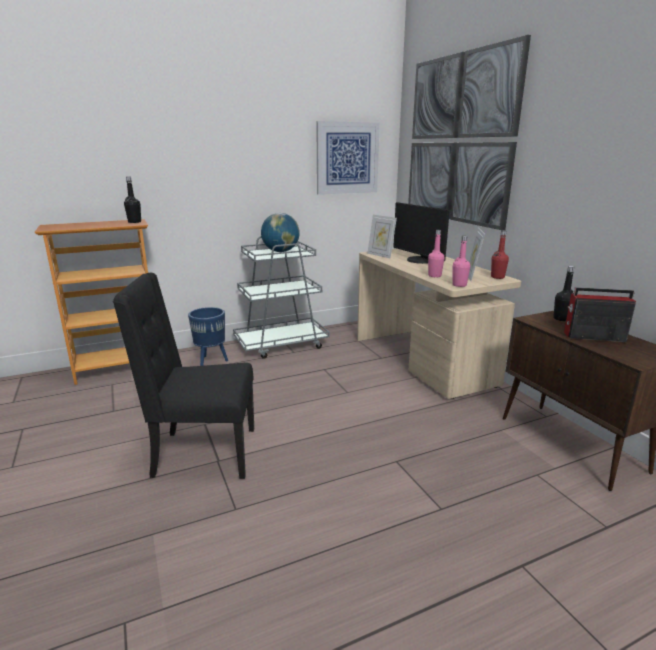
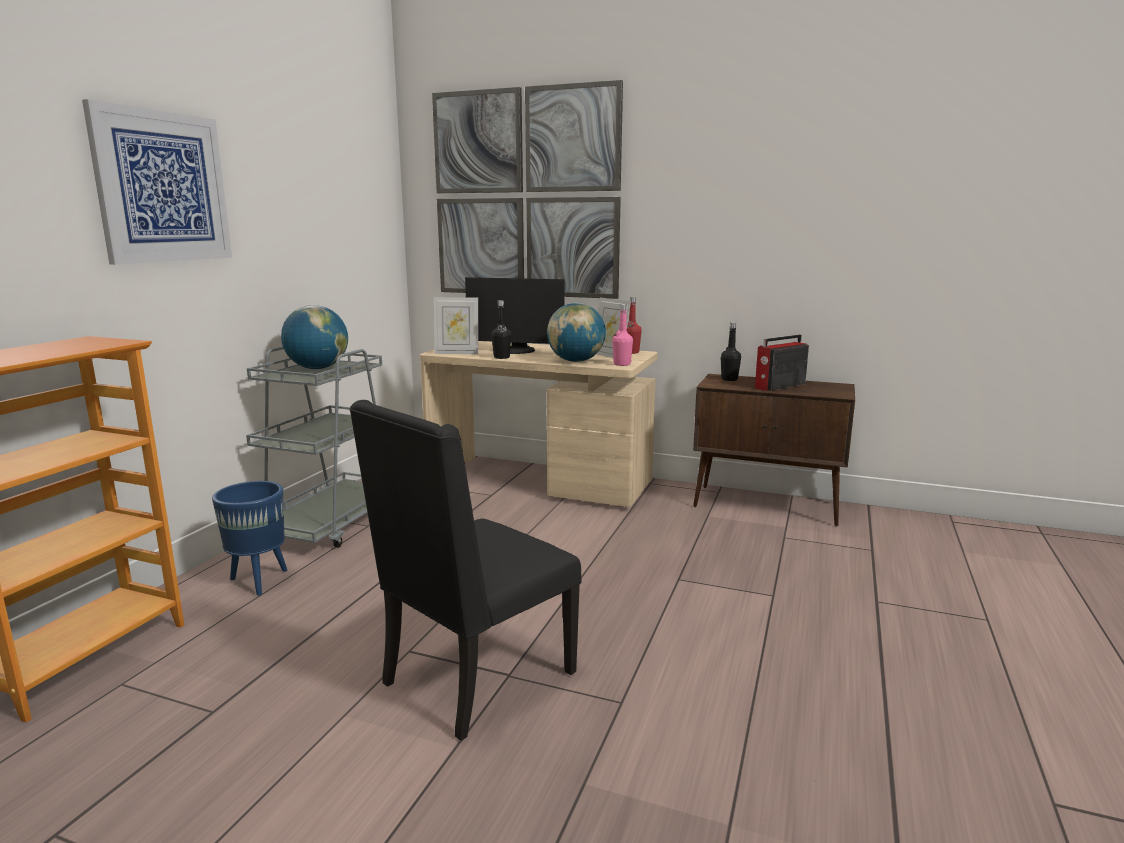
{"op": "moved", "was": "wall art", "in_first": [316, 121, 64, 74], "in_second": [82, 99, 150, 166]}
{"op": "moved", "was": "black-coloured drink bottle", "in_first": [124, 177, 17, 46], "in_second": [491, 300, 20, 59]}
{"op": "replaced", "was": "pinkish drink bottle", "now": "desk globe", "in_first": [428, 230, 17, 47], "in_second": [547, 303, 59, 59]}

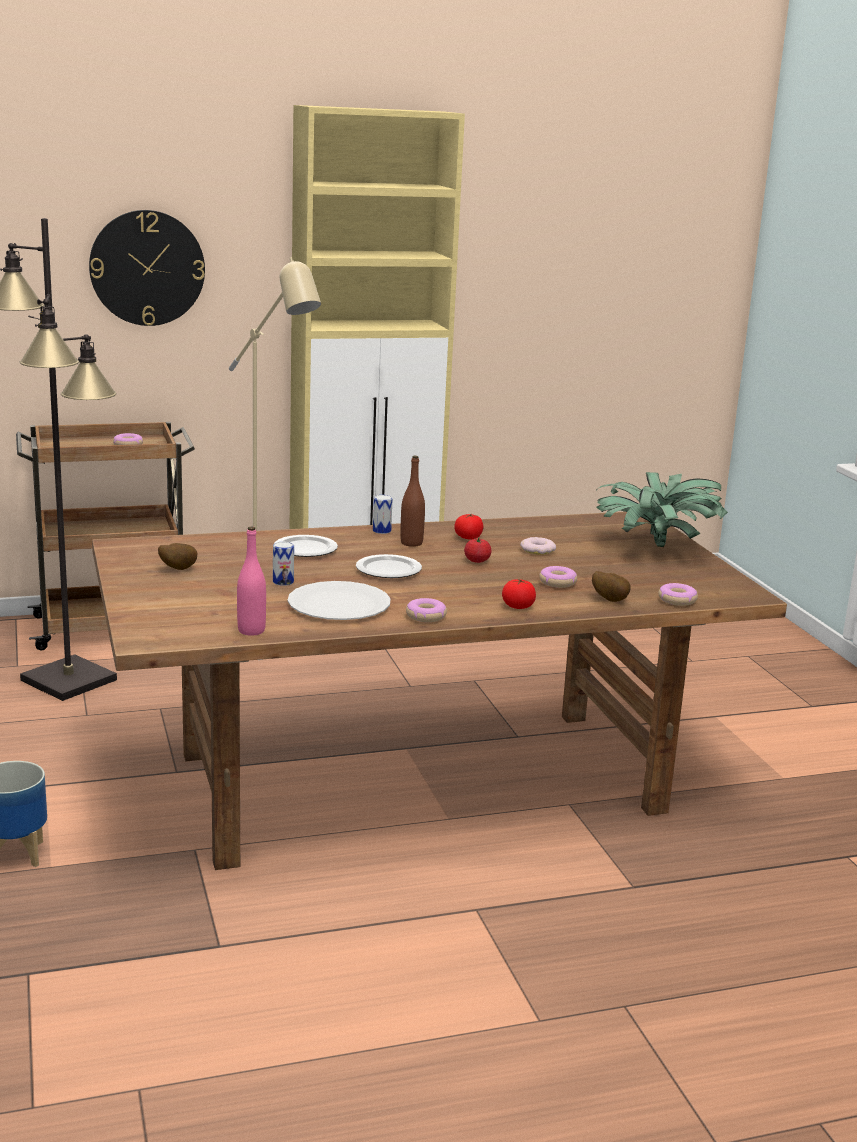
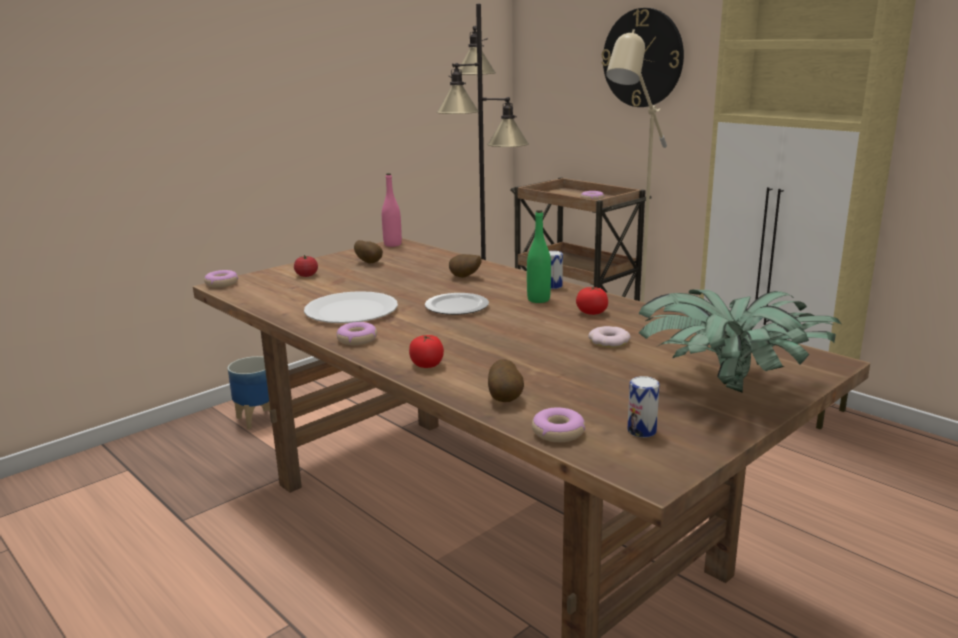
{"op": "recoloured", "was": "brownish drink bottle", "now": "greenish drink bottle", "in_first": [400, 455, 25, 92], "in_second": [527, 210, 24, 93]}
{"op": "moved", "was": "pinkish drink bottle", "in_first": [237, 526, 29, 110], "in_second": [382, 173, 20, 74]}
{"op": "replaced", "was": "dinner plate", "now": "whole potato", "in_first": [274, 535, 64, 22], "in_second": [449, 254, 33, 24]}
{"op": "moved", "was": "whole tomato", "in_first": [464, 538, 28, 25], "in_second": [294, 255, 24, 22]}
{"op": "moved", "was": "can", "in_first": [273, 542, 21, 44], "in_second": [627, 376, 33, 62]}
{"op": "moved", "was": "ring doughnut", "in_first": [539, 566, 38, 22], "in_second": [204, 270, 34, 18]}

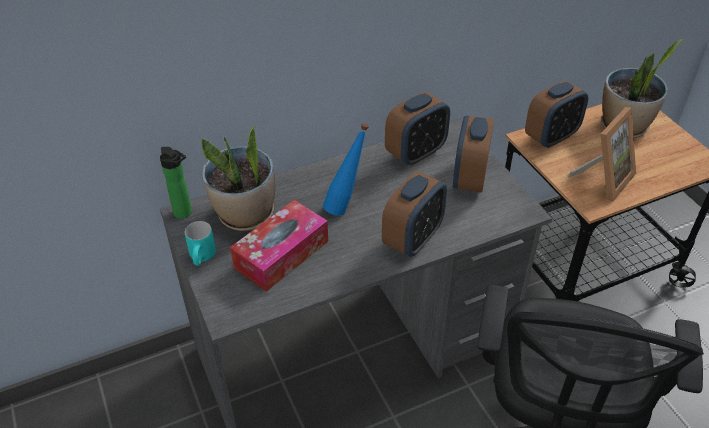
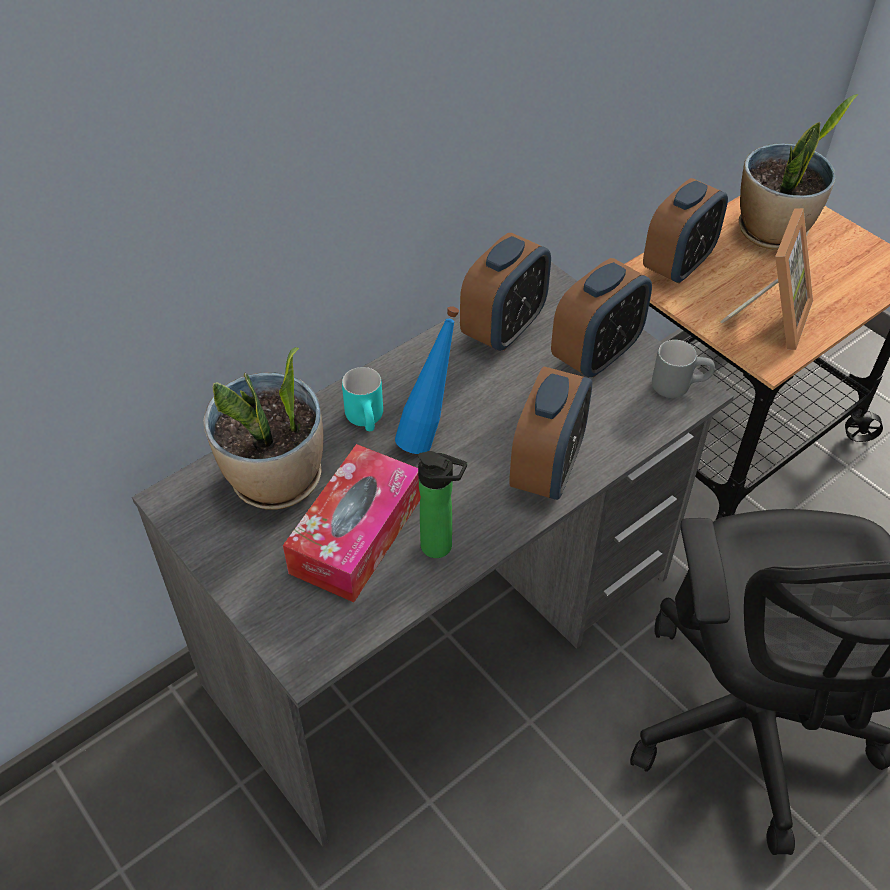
{"op": "turned", "was": "bedside clock", "in_first": [453, 116, 41, 76], "in_second": [551, 258, 101, 120], "clockwise": -135}
{"op": "moved", "was": "drink bottle", "in_first": [160, 147, 32, 72], "in_second": [418, 451, 49, 107]}
{"op": "moved", "was": "turquoise-coloured coffee mug", "in_first": [185, 221, 31, 45], "in_second": [342, 367, 41, 64]}
{"op": "added", "now": "greyish coffee mug", "in_second": [652, 340, 63, 58]}

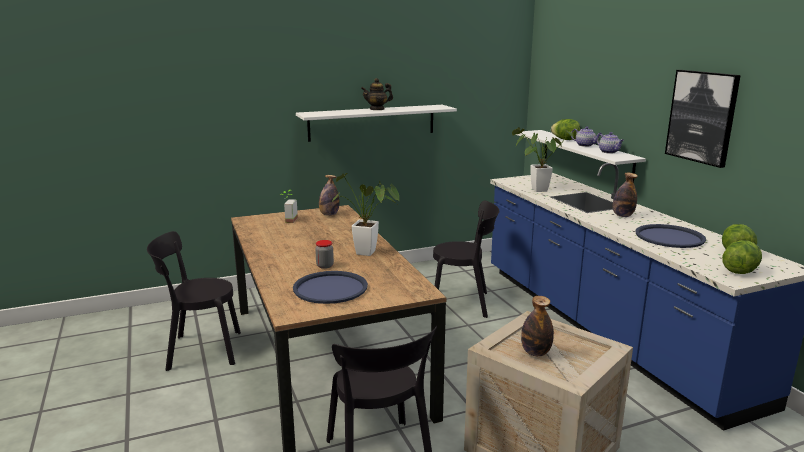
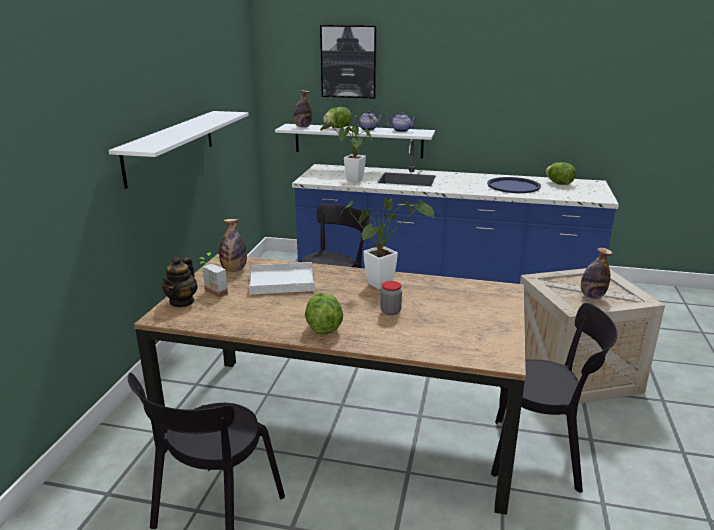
{"op": "moved", "was": "wall art", "in_first": [665, 70, 76, 98], "in_second": [320, 25, 57, 74]}
{"op": "moved", "was": "tea pot", "in_first": [361, 78, 32, 32], "in_second": [162, 257, 36, 50]}
{"op": "moved", "was": "drink bottle", "in_first": [613, 173, 25, 44], "in_second": [294, 90, 18, 38]}
{"op": "moved", "was": "head of lettuce", "in_first": [722, 240, 40, 34], "in_second": [305, 293, 38, 41]}
{"op": "removed", "was": "blue tray", "in_first": [293, 271, 75, 33]}
{"op": "added", "now": "white tray", "in_second": [249, 262, 66, 33]}

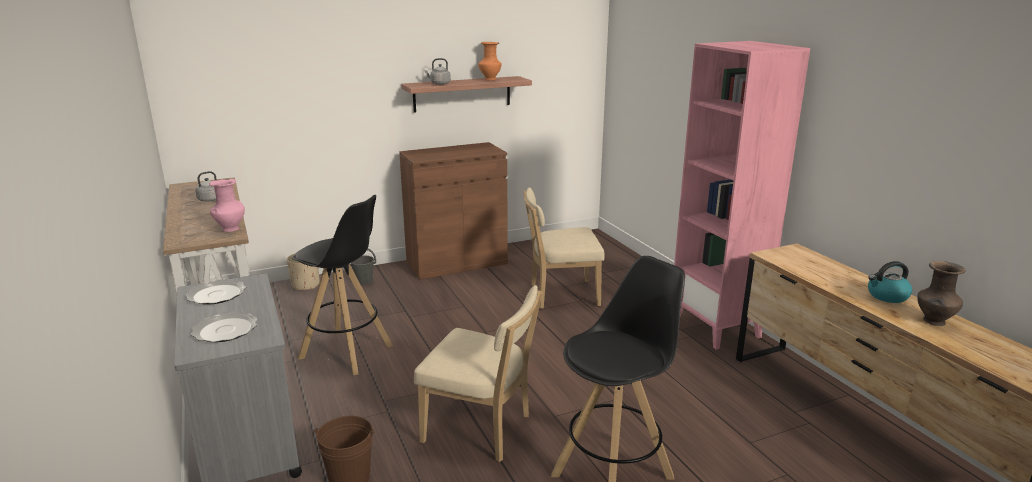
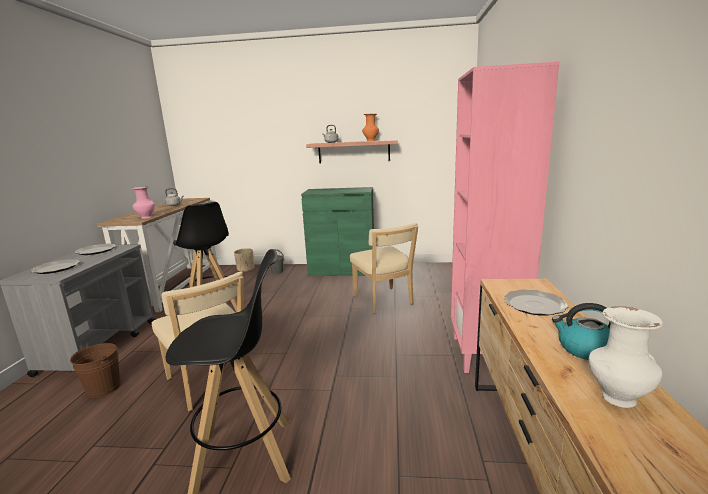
{"op": "recoloured", "was": "brownish cupboard", "now": "greenish cupboard", "in_first": [399, 142, 109, 138], "in_second": [301, 187, 73, 89]}
{"op": "turned", "was": "sand-coloured plain chair", "in_first": [523, 187, 81, 122], "in_second": [350, 223, 68, 91], "clockwise": -135}
{"op": "recoloured", "was": "brownish flower vase", "now": "white flower vase", "in_first": [917, 261, 49, 65], "in_second": [589, 306, 74, 102]}
{"op": "added", "now": "dinner plate", "in_second": [504, 289, 65, 27]}

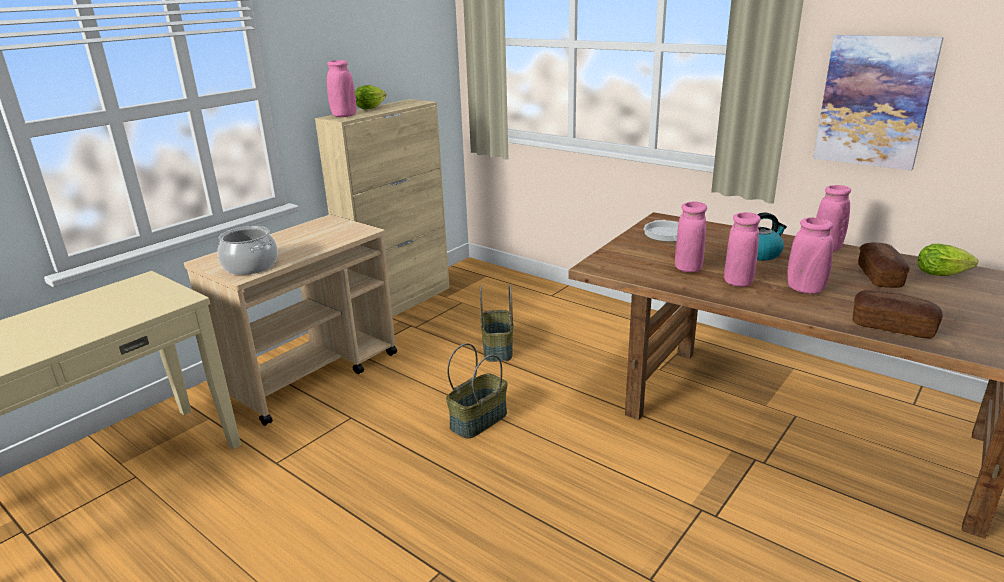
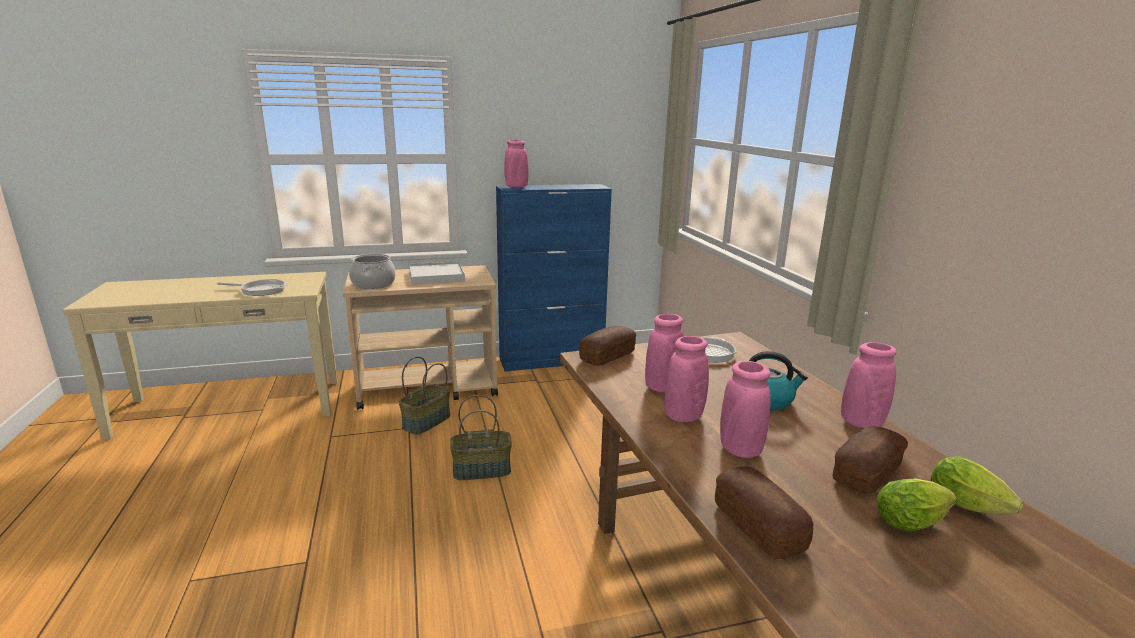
{"op": "removed", "was": "wall art", "in_first": [813, 35, 131, 136]}
{"op": "moved", "was": "head of lettuce", "in_first": [355, 85, 31, 25], "in_second": [877, 479, 79, 53]}
{"op": "recoloured", "was": "sand-coloured cupboard", "now": "blue cupboard", "in_first": [315, 99, 135, 218], "in_second": [496, 184, 116, 187]}
{"op": "moved", "was": "basket", "in_first": [480, 284, 33, 78], "in_second": [399, 356, 51, 79]}
{"op": "added", "now": "white tray", "in_second": [409, 261, 56, 24]}
{"op": "added", "now": "pan", "in_second": [217, 279, 70, 17]}
{"op": "added", "now": "bakery bread", "in_second": [579, 326, 57, 40]}

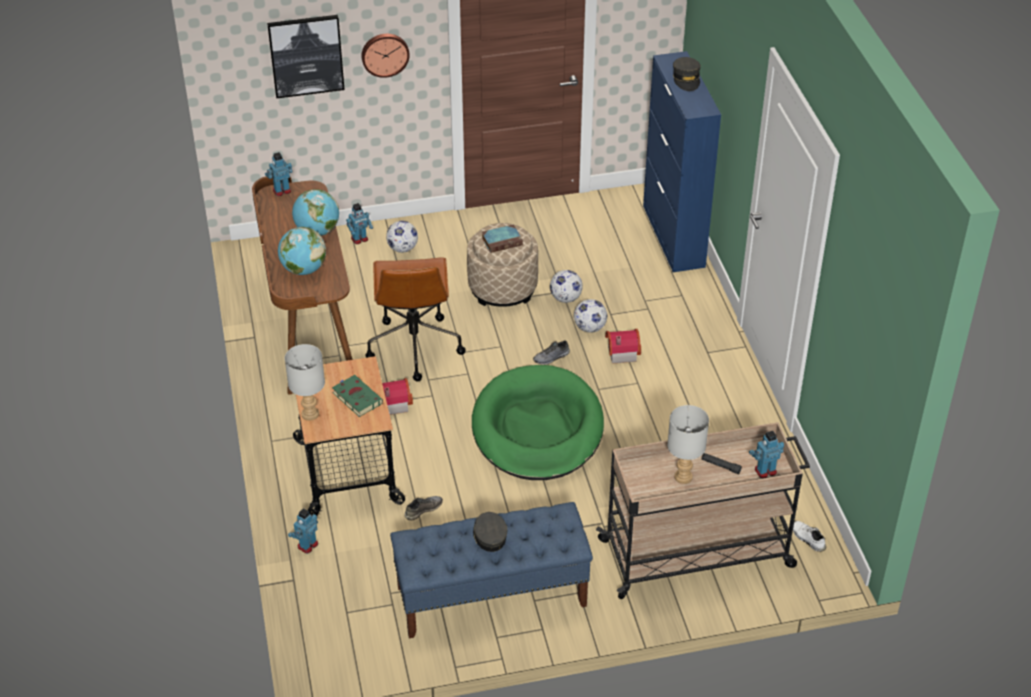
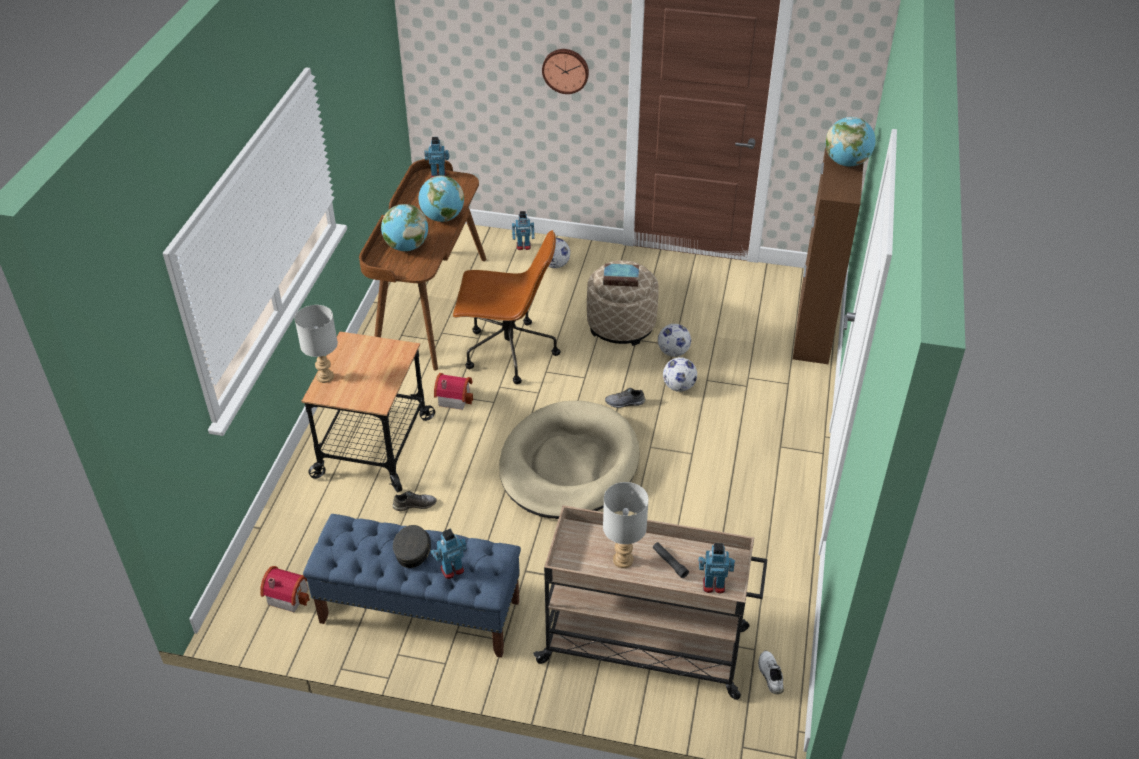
{"op": "removed", "was": "wall art", "in_first": [267, 15, 78, 83]}
{"op": "recoloured", "was": "blue cupboard", "now": "brownish cupboard", "in_first": [643, 51, 78, 221], "in_second": [793, 147, 70, 217]}
{"op": "replaced", "was": "greyish peaked cap", "now": "desk globe", "in_first": [673, 57, 28, 34], "in_second": [826, 117, 50, 49]}
{"op": "turned", "was": "brownish computer chair", "in_first": [365, 257, 101, 124], "in_second": [453, 230, 108, 154], "clockwise": -105}
{"op": "moved", "was": "miniature house", "in_first": [605, 329, 36, 35], "in_second": [260, 566, 50, 46]}
{"op": "recoloured", "was": "greenish dog cushion", "now": "sand-coloured dog cushion", "in_first": [472, 365, 132, 115], "in_second": [499, 401, 140, 118]}
{"op": "removed", "was": "greenish bound book", "in_first": [332, 375, 51, 42]}
{"op": "moved", "was": "robot figure", "in_first": [288, 508, 30, 46], "in_second": [430, 529, 37, 50]}

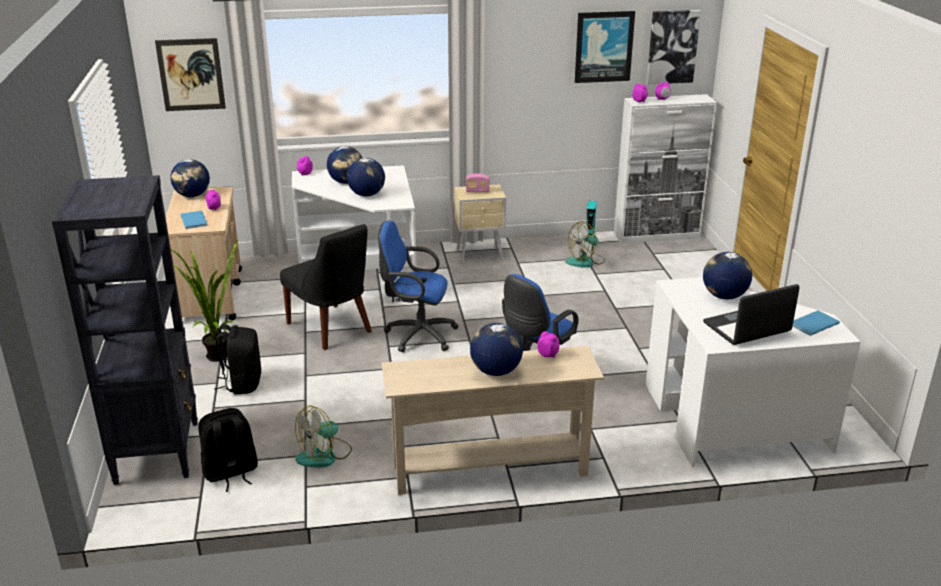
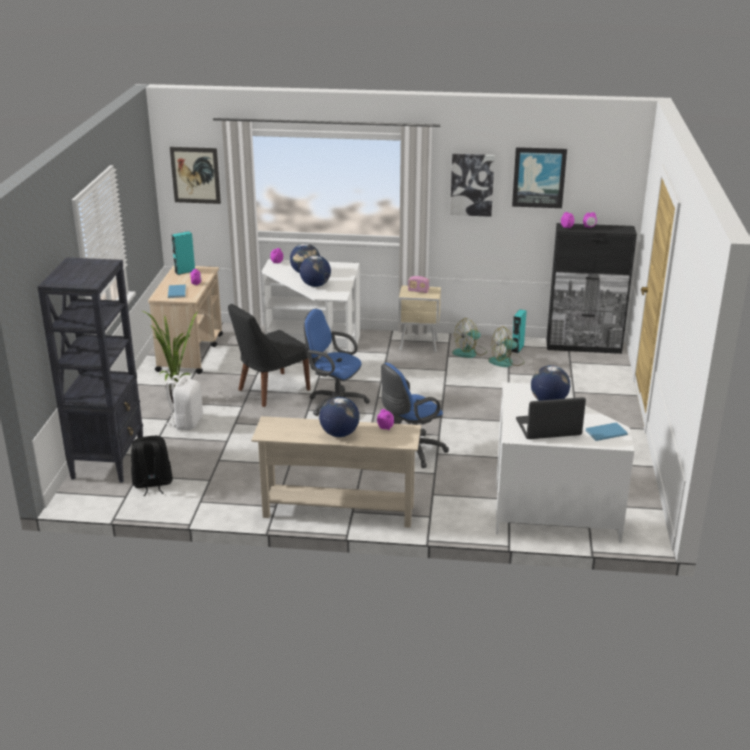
{"op": "moved", "was": "wall art", "in_first": [647, 10, 54, 74], "in_second": [450, 154, 45, 63]}
{"op": "recoloured", "was": "white cupboard", "now": "black-coloured cupboard", "in_first": [614, 94, 103, 149], "in_second": [546, 223, 91, 131]}
{"op": "replaced", "was": "desk globe", "now": "turquoise-coloured loudspeaker", "in_first": [170, 159, 40, 38], "in_second": [171, 231, 24, 44]}
{"op": "turned", "was": "black-coloured plain chair", "in_first": [280, 224, 92, 126], "in_second": [228, 304, 82, 103], "clockwise": 75}
{"op": "recoloured", "was": "black-coloured backpack", "now": "white backpack", "in_first": [214, 324, 47, 70], "in_second": [165, 375, 38, 55]}
{"op": "moved", "was": "fan", "in_first": [295, 406, 57, 62], "in_second": [452, 318, 35, 40]}

